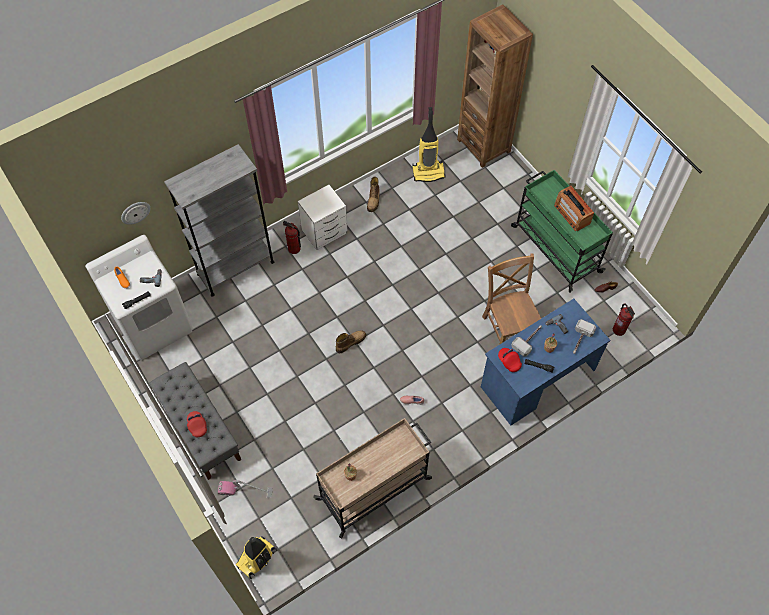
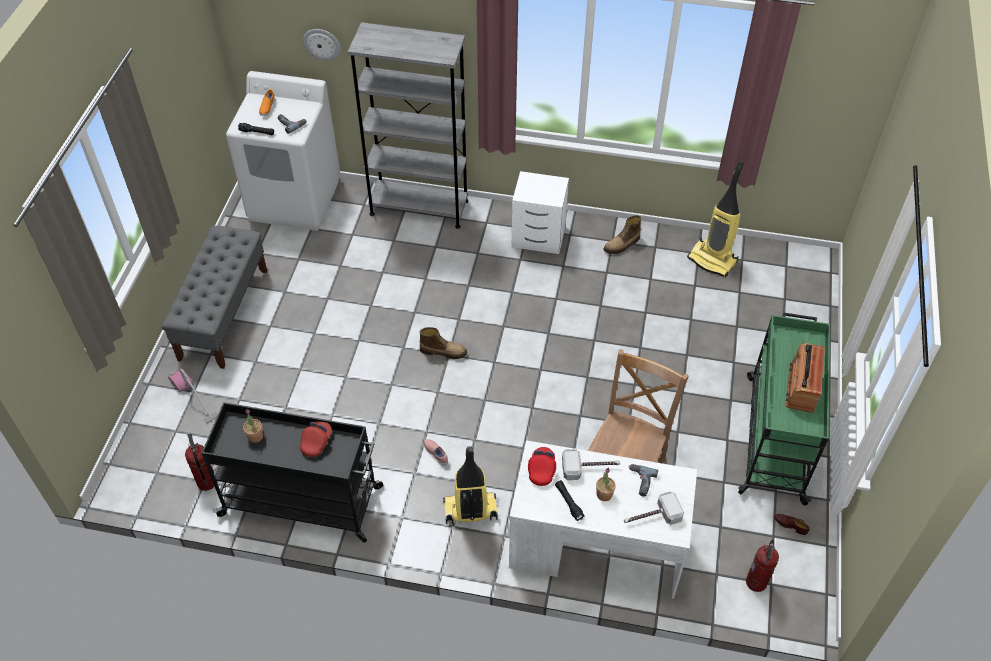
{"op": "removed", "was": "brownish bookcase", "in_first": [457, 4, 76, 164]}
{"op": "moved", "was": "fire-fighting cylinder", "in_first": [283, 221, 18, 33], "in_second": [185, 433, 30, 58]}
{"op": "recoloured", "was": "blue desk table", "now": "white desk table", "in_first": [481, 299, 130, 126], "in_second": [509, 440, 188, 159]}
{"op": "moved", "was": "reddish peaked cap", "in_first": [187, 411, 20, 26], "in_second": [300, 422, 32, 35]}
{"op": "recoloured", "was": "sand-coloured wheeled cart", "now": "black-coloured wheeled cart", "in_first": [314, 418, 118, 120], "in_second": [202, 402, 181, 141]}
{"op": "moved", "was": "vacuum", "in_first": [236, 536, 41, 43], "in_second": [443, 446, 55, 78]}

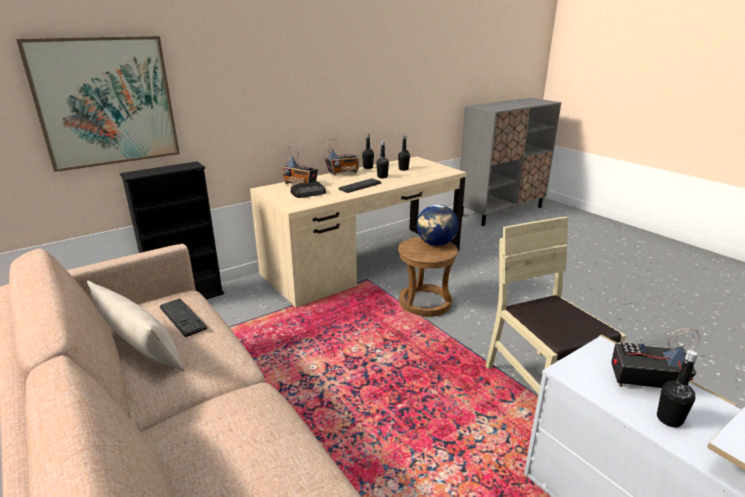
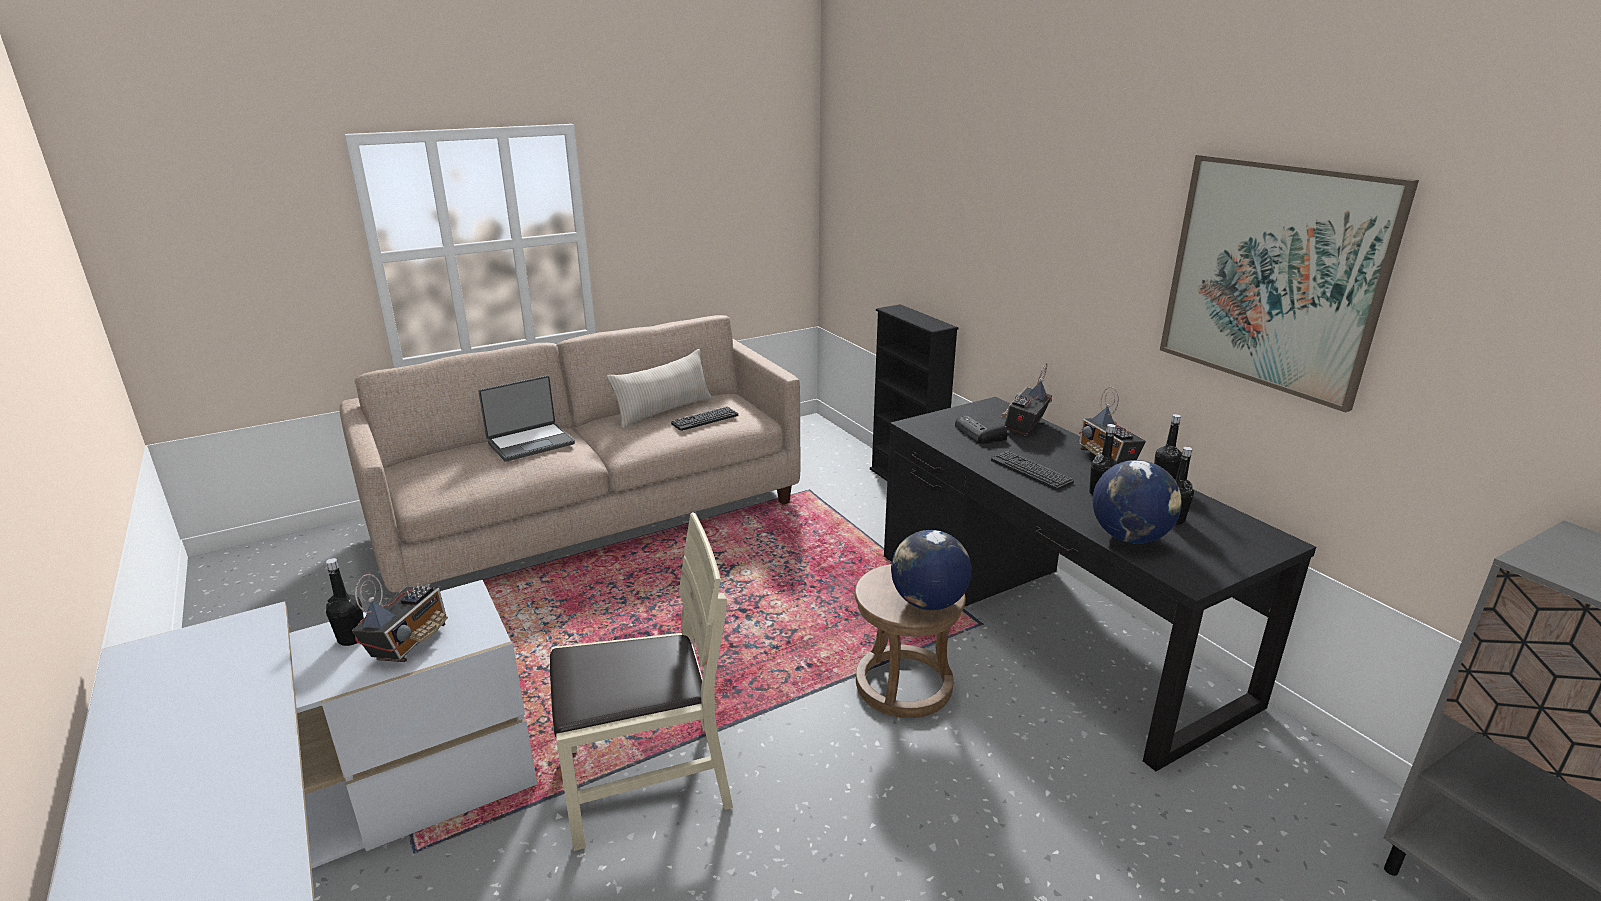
{"op": "moved", "was": "wall art", "in_first": [16, 36, 164, 136], "in_second": [1160, 154, 259, 259]}
{"op": "recoloured", "was": "sand-coloured desk table", "now": "black-coloured desk table", "in_first": [250, 156, 217, 151], "in_second": [884, 397, 432, 374]}
{"op": "added", "now": "notebook computer", "in_second": [478, 375, 97, 87]}
{"op": "added", "now": "desk globe", "in_second": [1092, 460, 90, 84]}

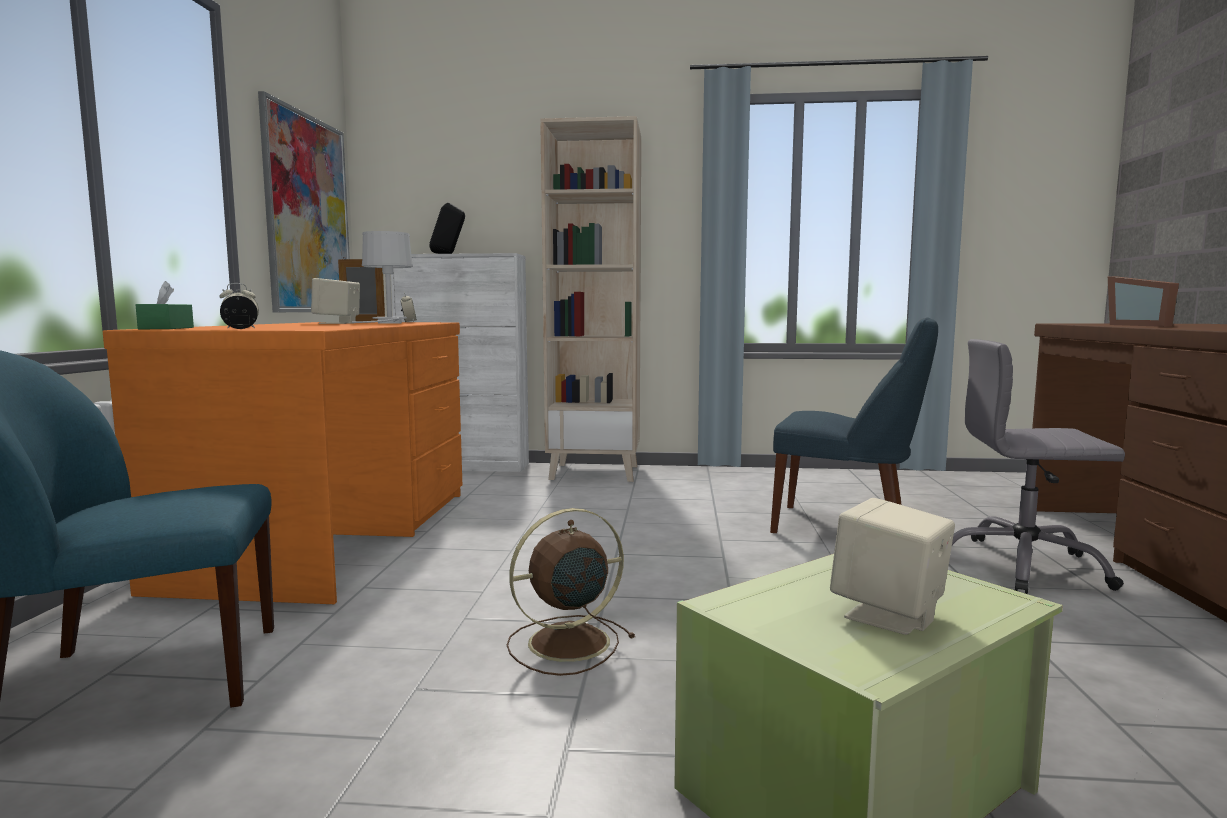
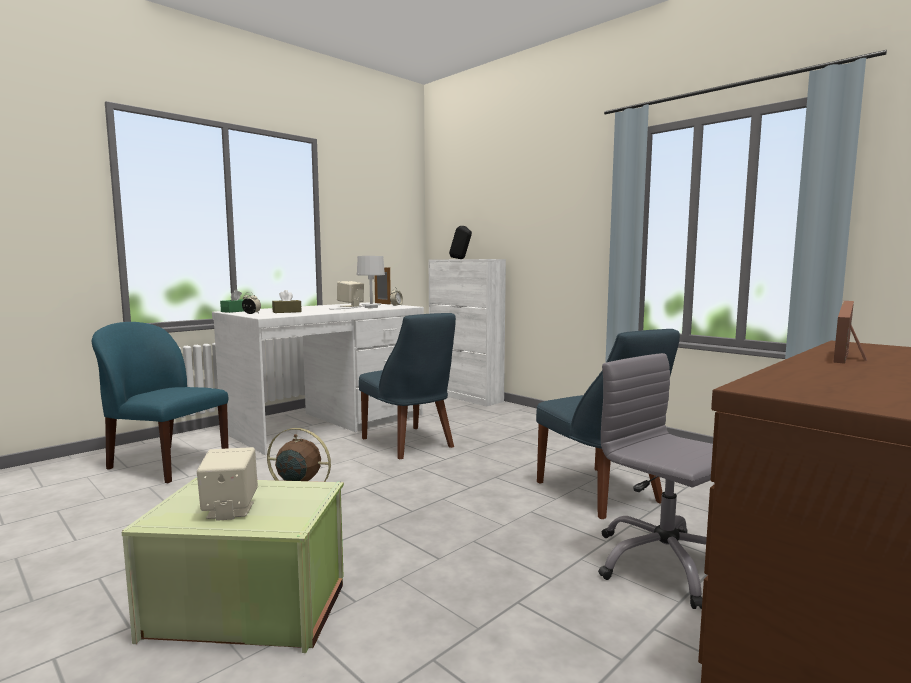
{"op": "removed", "was": "wall art", "in_first": [258, 91, 92, 221]}
{"op": "removed", "was": "sand-coloured bookcase", "in_first": [540, 116, 101, 366]}
{"op": "recoloured", "was": "orange desk table", "now": "white desk table", "in_first": [103, 322, 359, 282], "in_second": [212, 302, 212, 153]}
{"op": "added", "now": "brownish tissue box", "in_second": [272, 290, 30, 23]}
{"op": "added", "now": "blue plain chair", "in_second": [359, 313, 97, 146]}

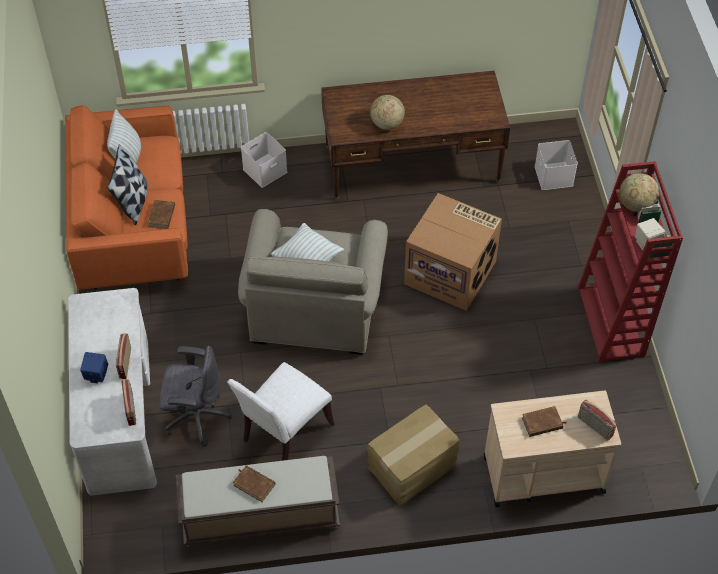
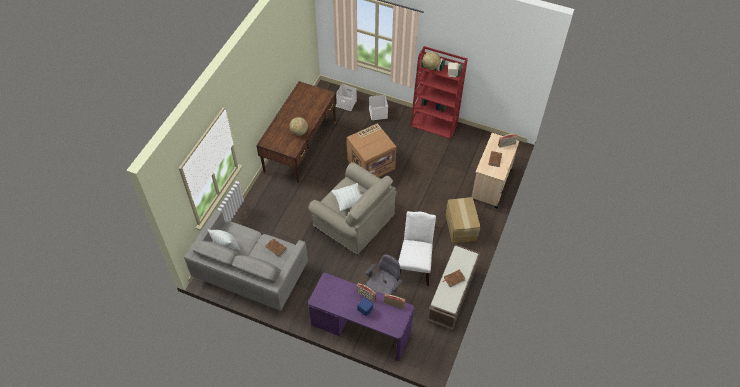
{"op": "recoloured", "was": "orange couch", "now": "greyish couch", "in_first": [65, 105, 123, 185], "in_second": [184, 210, 124, 101]}
{"op": "moved", "was": "white storage box", "in_first": [241, 132, 46, 56], "in_second": [369, 95, 19, 25]}
{"op": "removed", "was": "pillow", "in_first": [107, 144, 40, 81]}
{"op": "recoloured", "was": "white desk table", "now": "purplish desk table", "in_first": [68, 288, 89, 208], "in_second": [308, 273, 106, 88]}
{"op": "turned", "was": "white plain chair", "in_first": [227, 362, 107, 99], "in_second": [397, 211, 39, 75], "clockwise": -150}

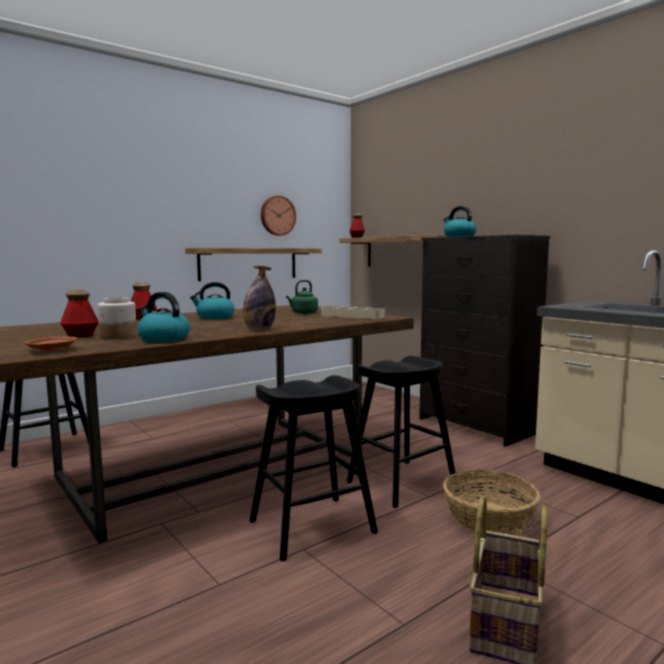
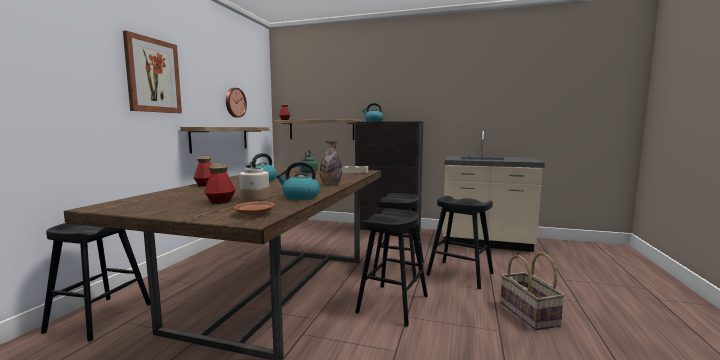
{"op": "replaced", "was": "basket", "now": "black-coloured stool seat", "in_first": [443, 469, 97, 66], "in_second": [426, 196, 68, 93]}
{"op": "added", "now": "wall art", "in_second": [123, 31, 59, 82]}

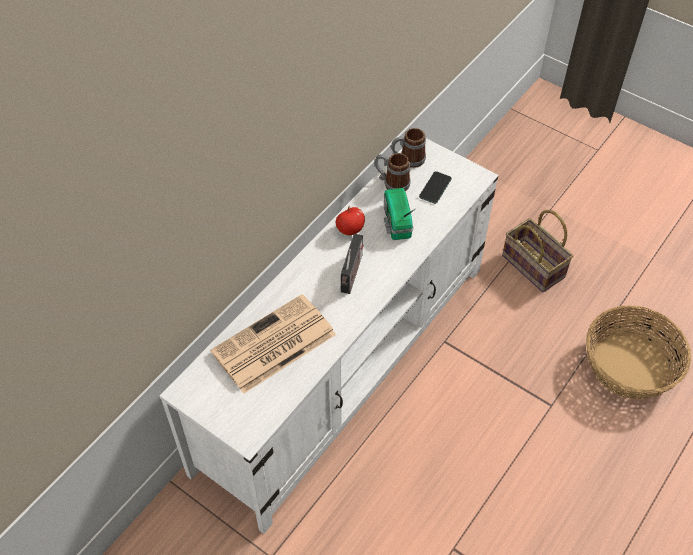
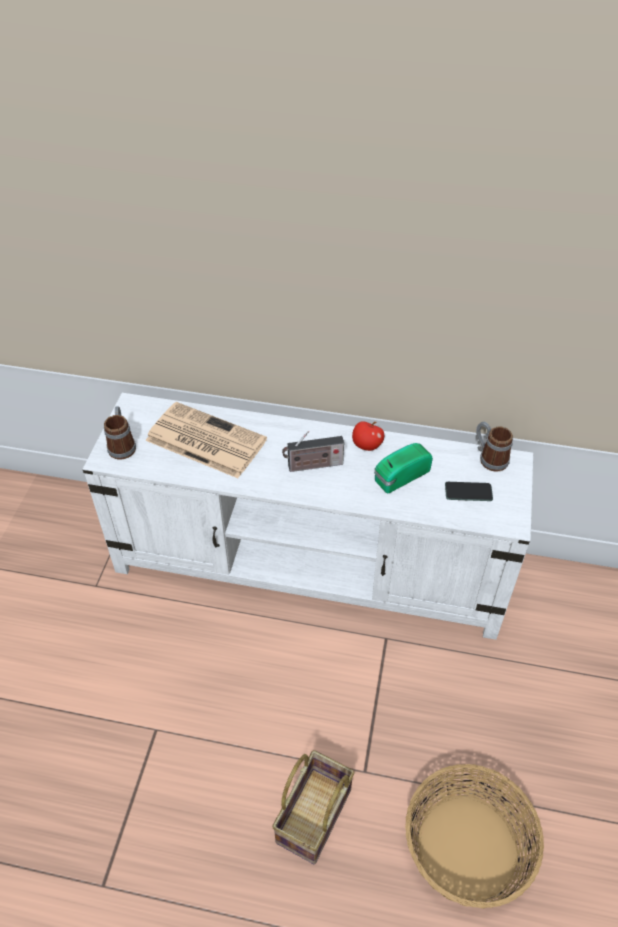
{"op": "moved", "was": "coffee mug", "in_first": [375, 153, 36, 38], "in_second": [104, 406, 32, 54]}
{"op": "moved", "was": "basket", "in_first": [502, 210, 71, 82], "in_second": [272, 750, 83, 114]}

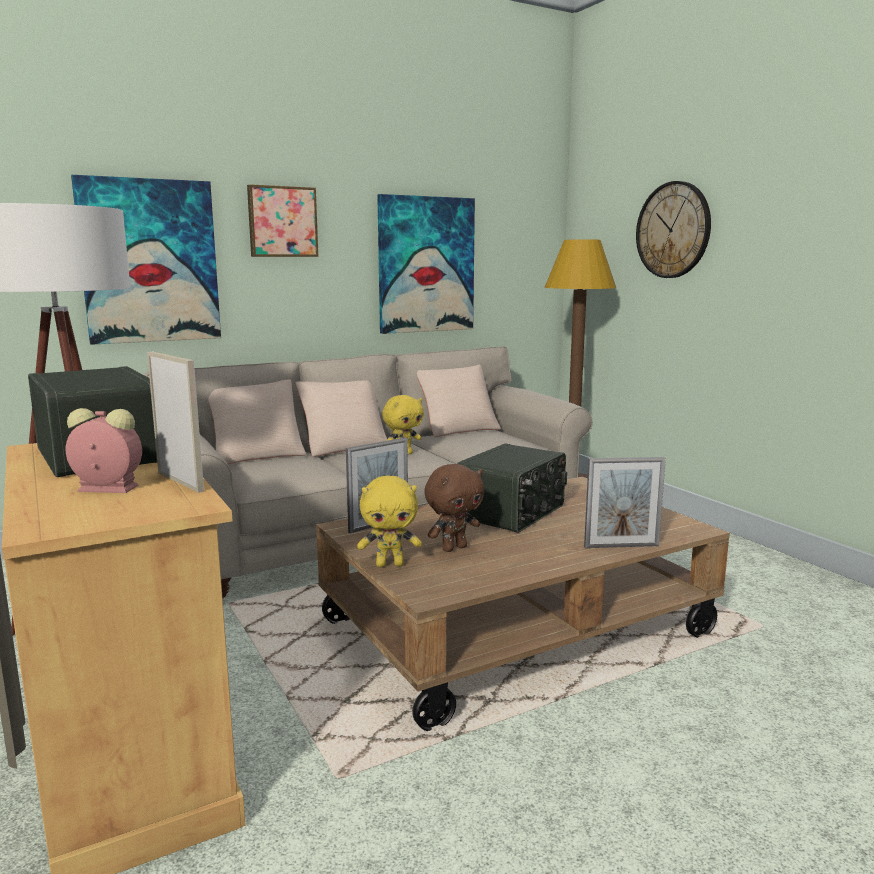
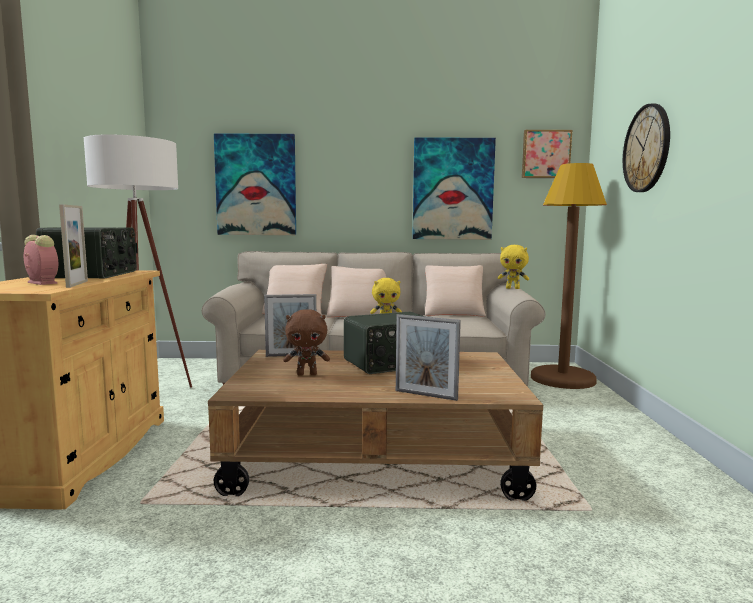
{"op": "moved", "was": "wall art", "in_first": [247, 184, 71, 73], "in_second": [522, 130, 50, 48]}
{"op": "moved", "was": "yellow cuddly toy", "in_first": [357, 475, 65, 92], "in_second": [498, 245, 31, 44]}

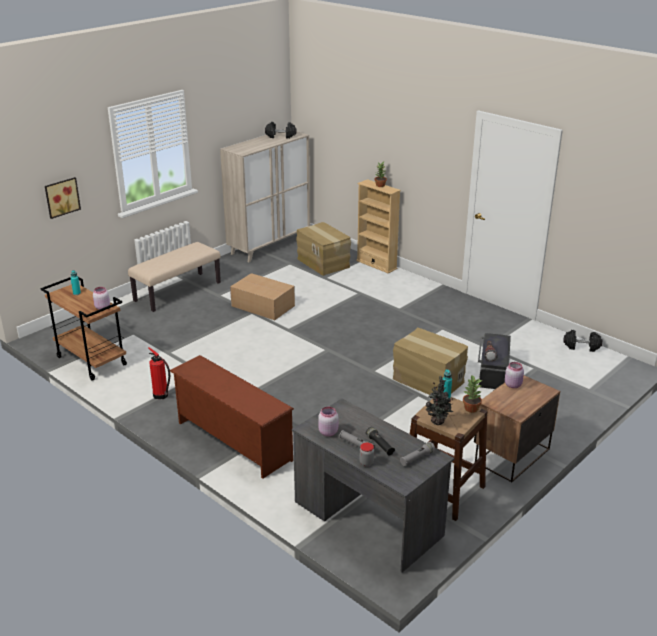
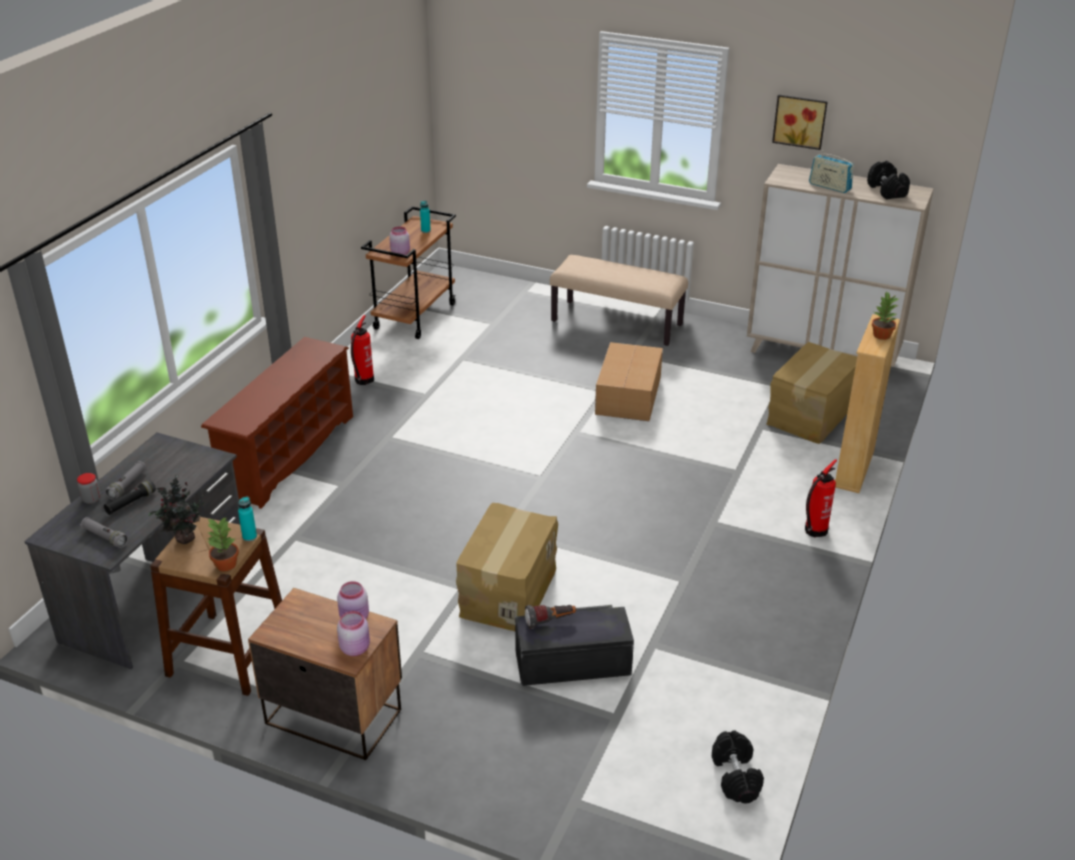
{"op": "moved", "was": "wall art", "in_first": [45, 177, 36, 42], "in_second": [772, 94, 56, 56]}
{"op": "moved", "was": "pinkish preserve jar", "in_first": [318, 407, 20, 29], "in_second": [337, 611, 33, 45]}
{"op": "added", "now": "radio", "in_second": [809, 150, 45, 43]}
{"op": "added", "now": "fire-fighting cylinder", "in_second": [805, 459, 32, 78]}

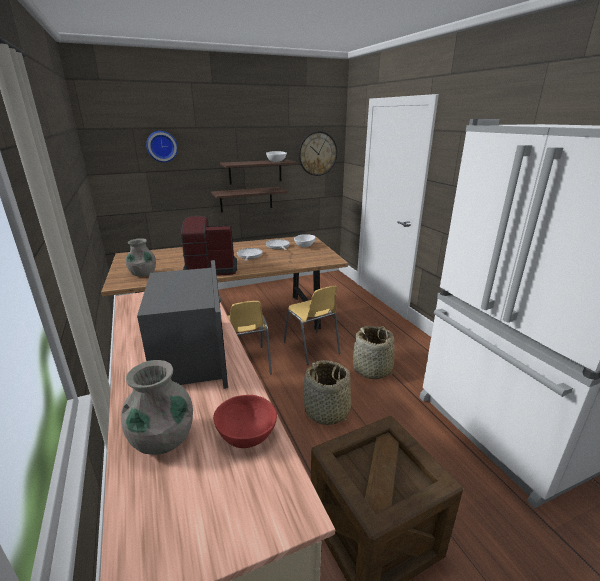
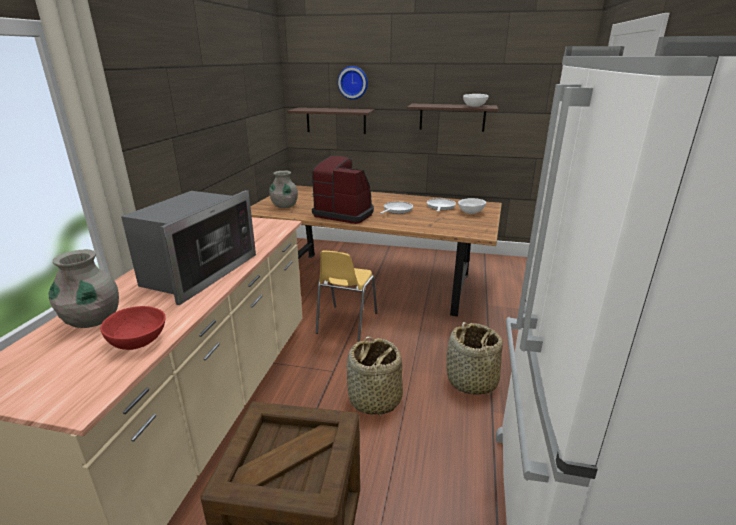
{"op": "removed", "was": "wall clock", "in_first": [298, 131, 39, 45]}
{"op": "moved", "was": "wall shelf", "in_first": [211, 187, 76, 25], "in_second": [287, 107, 88, 27]}
{"op": "removed", "was": "yellow plain chair", "in_first": [283, 286, 58, 79]}

